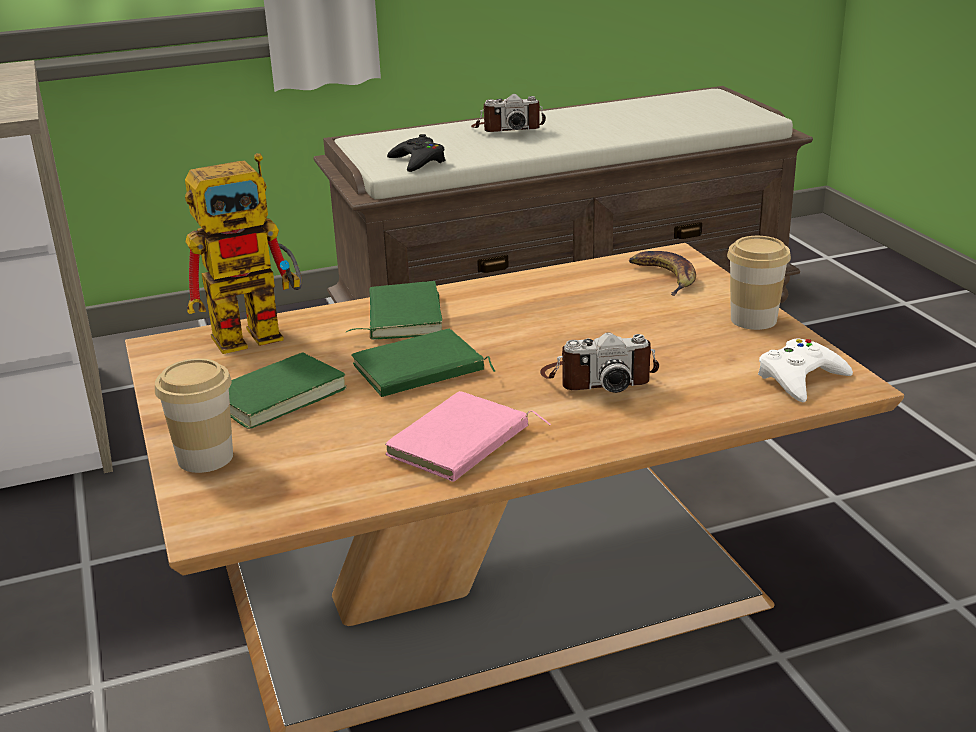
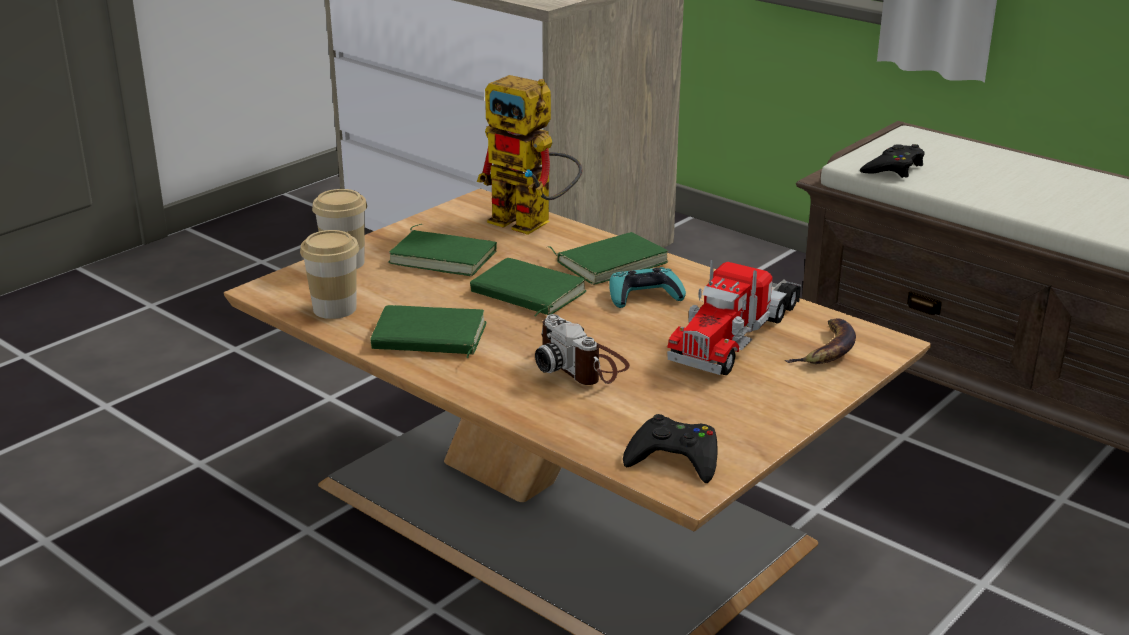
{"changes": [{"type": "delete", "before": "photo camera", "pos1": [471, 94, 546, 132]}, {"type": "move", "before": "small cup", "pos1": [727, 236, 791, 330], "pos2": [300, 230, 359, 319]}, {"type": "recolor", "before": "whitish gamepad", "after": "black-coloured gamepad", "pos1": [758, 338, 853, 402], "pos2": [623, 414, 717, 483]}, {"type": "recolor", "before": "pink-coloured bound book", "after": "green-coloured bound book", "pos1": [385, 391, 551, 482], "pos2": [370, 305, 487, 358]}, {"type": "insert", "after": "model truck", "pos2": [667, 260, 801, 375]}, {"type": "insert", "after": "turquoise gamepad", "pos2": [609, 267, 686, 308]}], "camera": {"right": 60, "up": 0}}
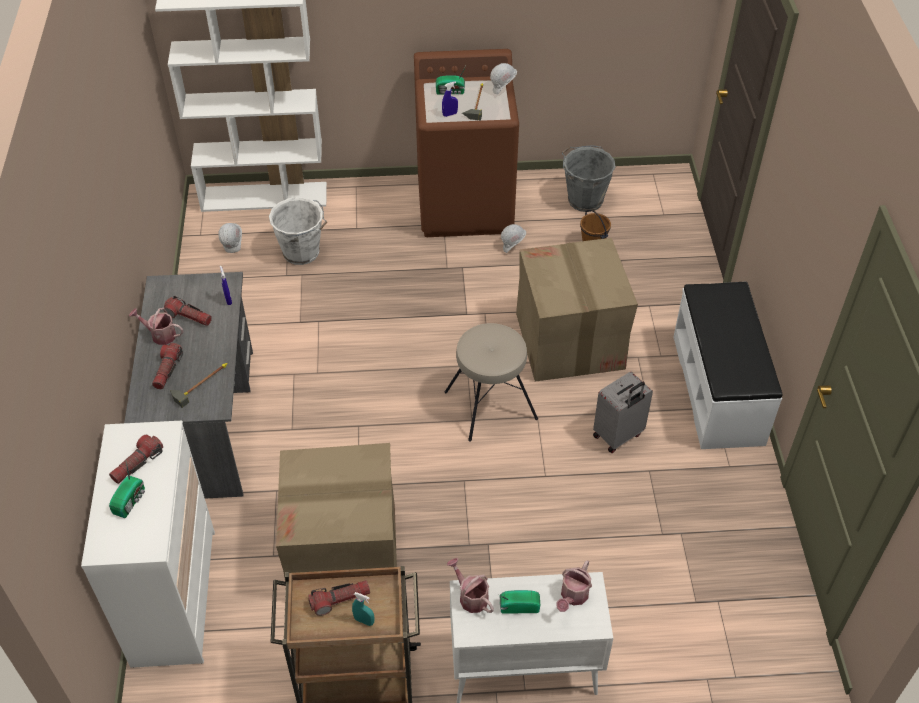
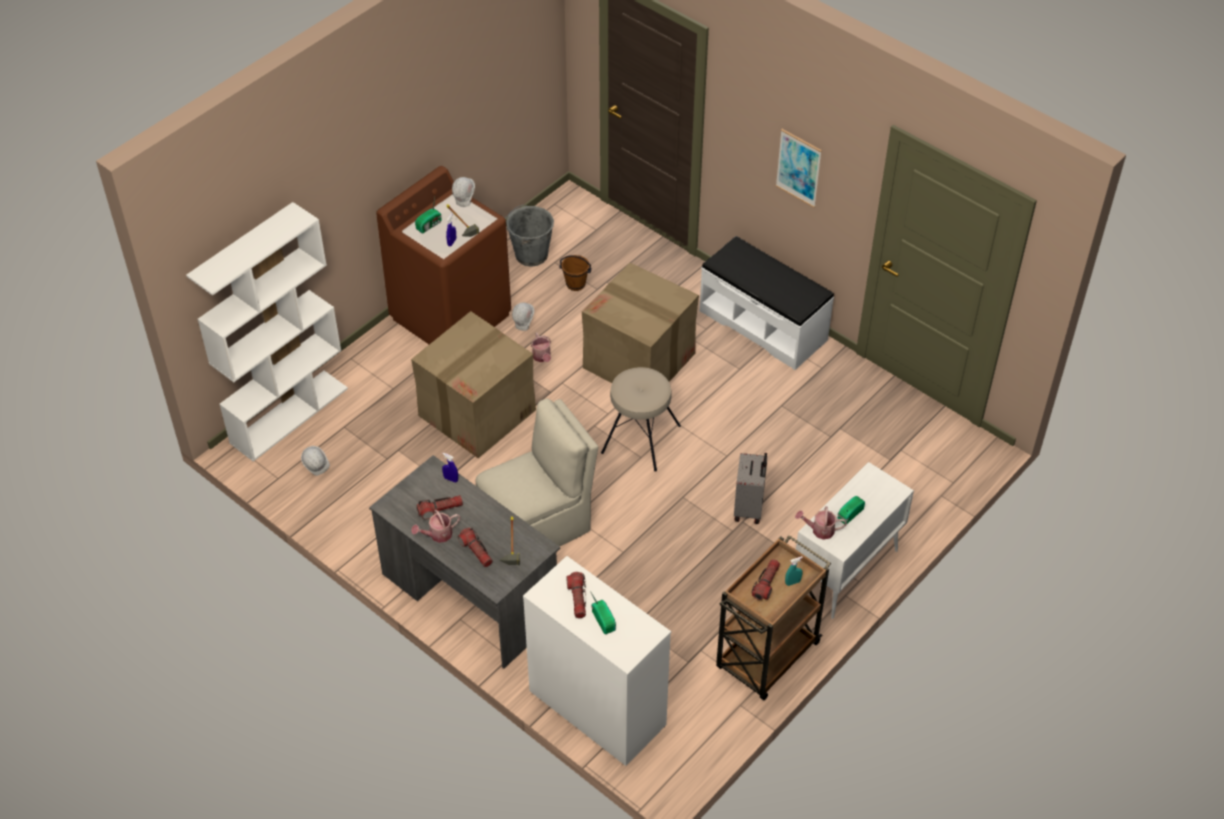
{"changes": [{"type": "delete", "before": "whitish bucket", "pos1": [269, 197, 327, 265]}, {"type": "move", "before": "gray travel case", "pos1": [593, 372, 653, 453], "pos2": [734, 453, 768, 524]}, {"type": "move", "before": "cardboard box", "pos1": [276, 443, 397, 582], "pos2": [411, 311, 536, 458]}, {"type": "move", "before": "sprinkling can", "pos1": [556, 560, 592, 612], "pos2": [531, 332, 551, 362]}, {"type": "insert", "after": "picture", "pos2": [776, 129, 822, 207]}, {"type": "insert", "after": "beige-coloured chair", "pos2": [476, 399, 598, 546]}], "camera": {"right": -45, "up": 0}}
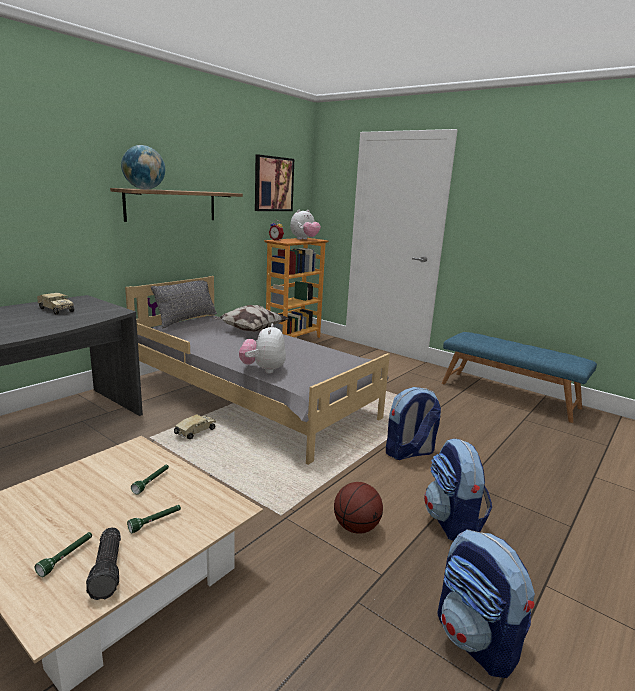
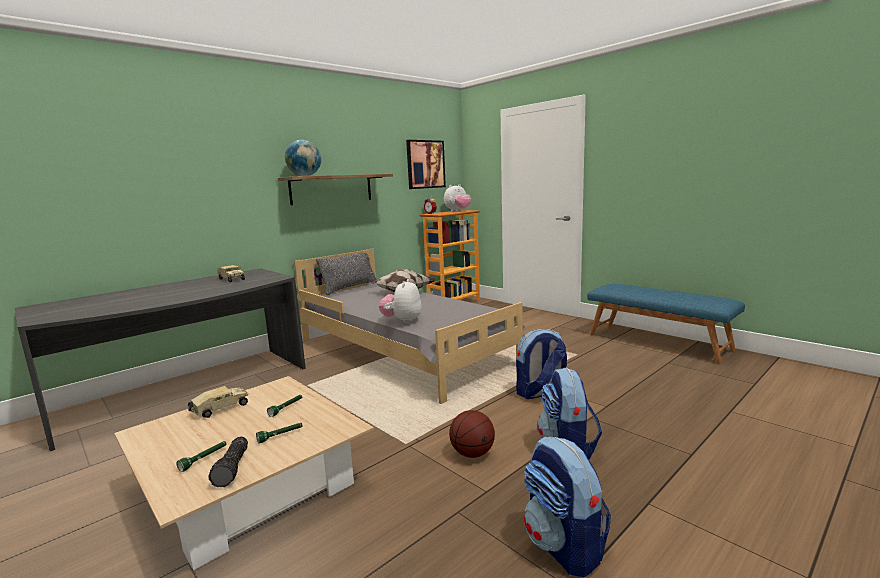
{"changes": [{"type": "move", "before": "model truck", "pos1": [174, 414, 216, 439], "pos2": [188, 386, 248, 418]}], "camera": {"right": 10, "up": -5}}
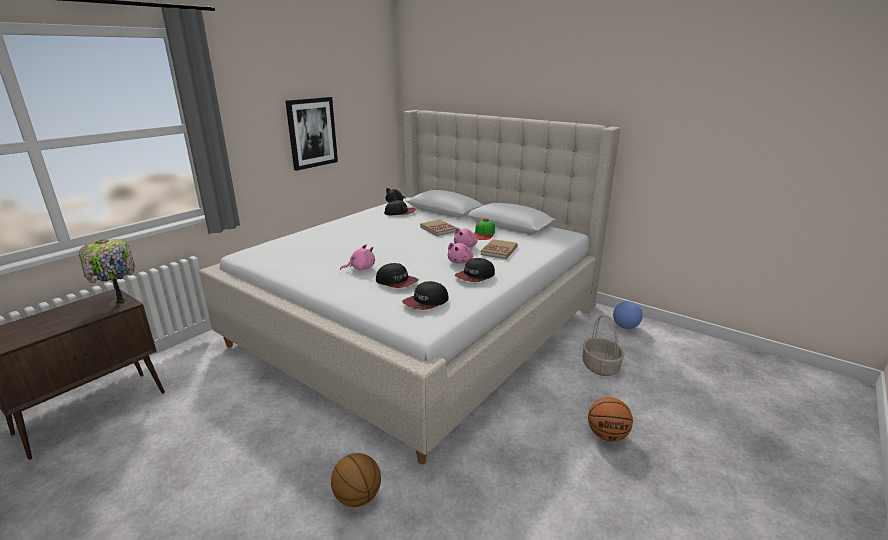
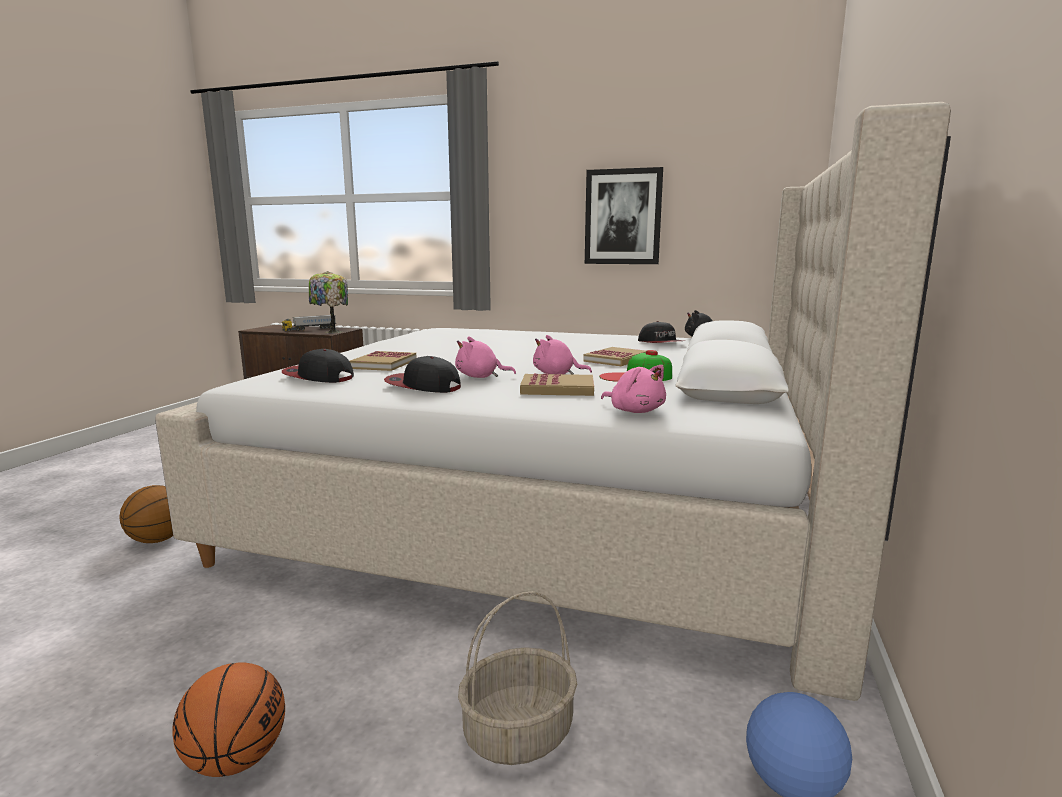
{"changes": [{"type": "move", "before": "pink-coloured soft toy", "pos1": [340, 244, 375, 270], "pos2": [601, 365, 666, 413]}, {"type": "replace", "before": "baseball cap", "after": "bound book", "pos1": [376, 263, 419, 288], "pos2": [350, 351, 416, 371]}, {"type": "insert", "after": "model truck", "pos2": [282, 315, 336, 332]}], "camera": {"right": 70, "up": -10}}
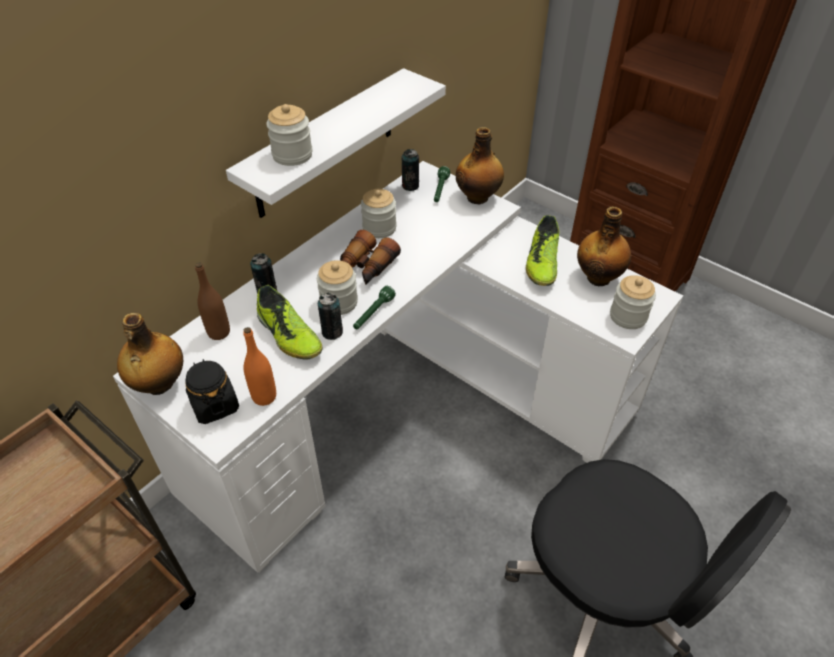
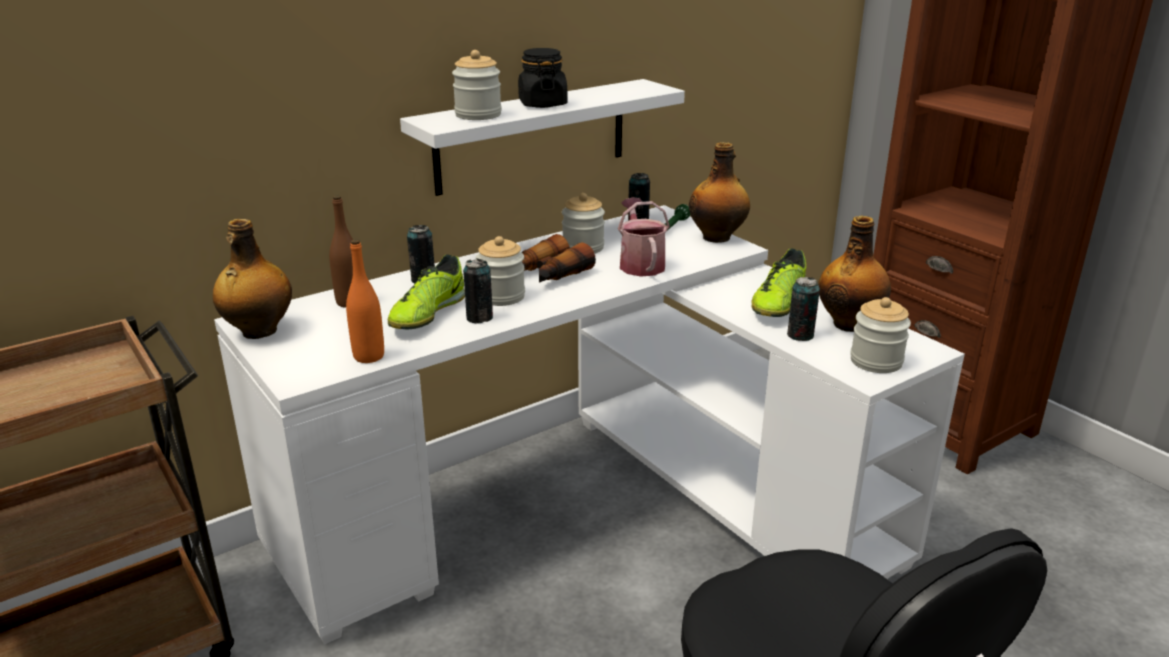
{"changes": [{"type": "rotate", "before": "low shoe", "pos1": [257, 285, 323, 360], "pos2": [388, 254, 465, 329], "turn": 45}, {"type": "delete", "before": "green-coloured torch", "pos1": [353, 286, 396, 329]}, {"type": "move", "before": "black-coloured jar", "pos1": [185, 359, 239, 424], "pos2": [518, 48, 568, 108]}, {"type": "insert", "after": "sprinkling can", "pos2": [618, 197, 670, 277]}, {"type": "insert", "after": "can", "pos2": [787, 277, 820, 341]}], "camera": {"right": 15, "up": -20}}
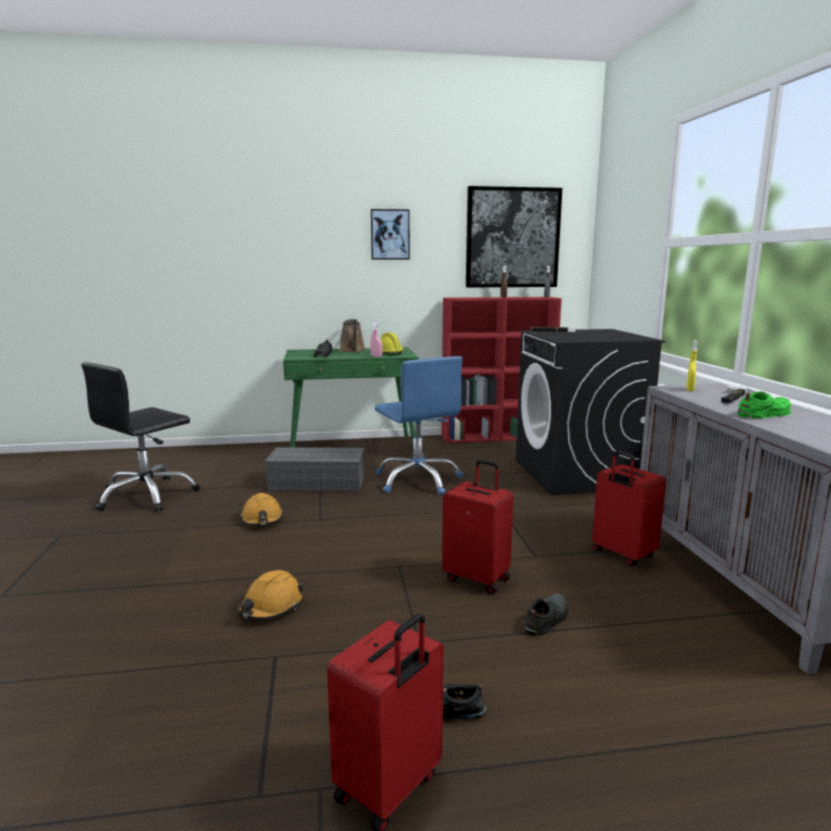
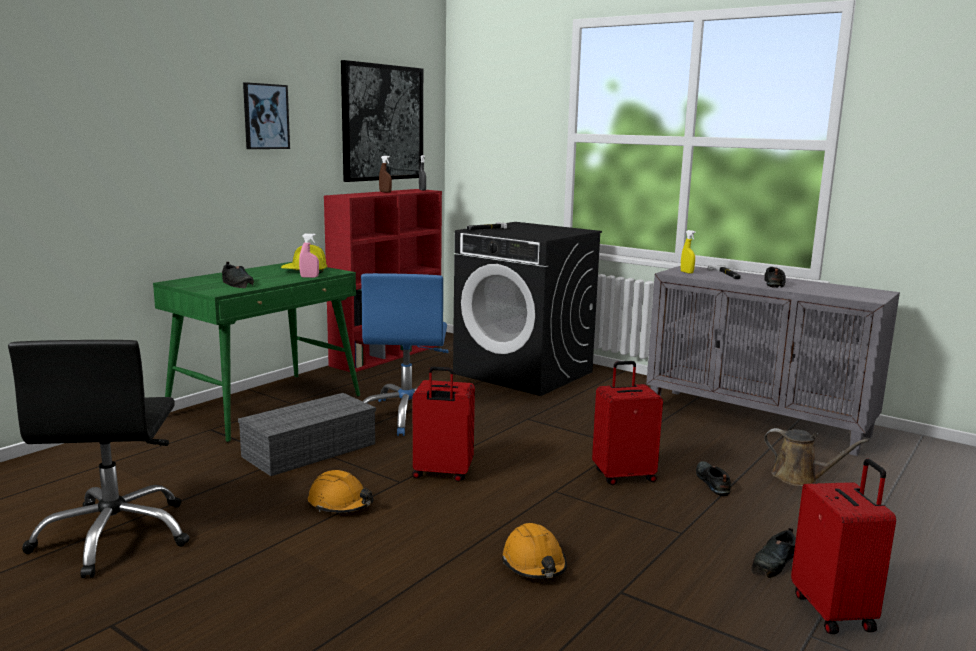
{"changes": [{"type": "move", "before": "brown sprinkling can", "pos1": [339, 319, 366, 352], "pos2": [764, 428, 868, 486]}, {"type": "rotate", "before": "bluish computer chair", "pos1": [375, 356, 463, 495], "pos2": [361, 273, 449, 436], "turn": 75}, {"type": "recolor", "before": "green-coloured low shoe", "after": "black-coloured low shoe", "pos1": [737, 391, 792, 419], "pos2": [764, 267, 786, 288]}, {"type": "move", "before": "red-coloured travel case", "pos1": [592, 451, 666, 566], "pos2": [412, 367, 475, 482]}], "camera": {"right": -45, "up": 0}}
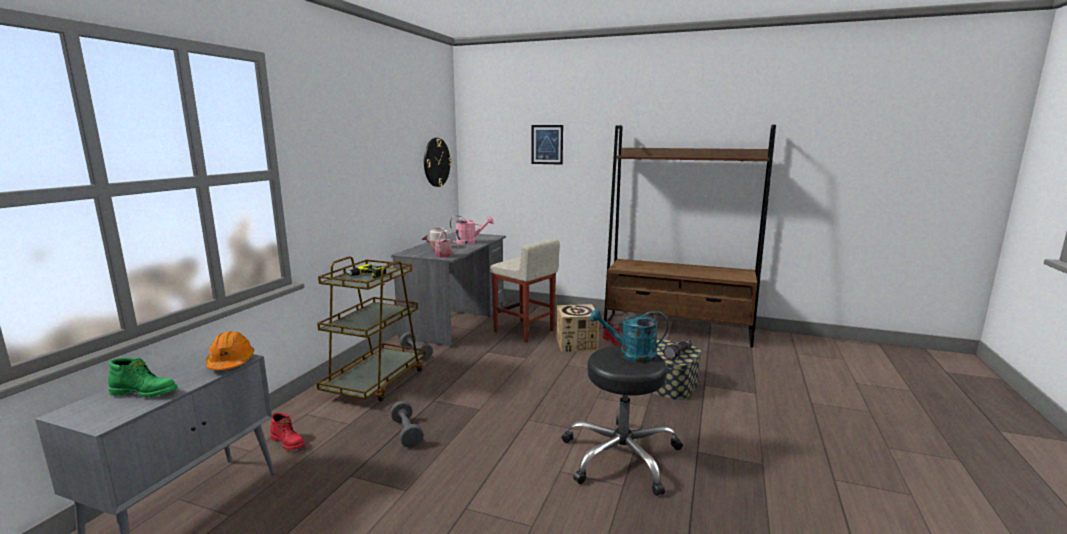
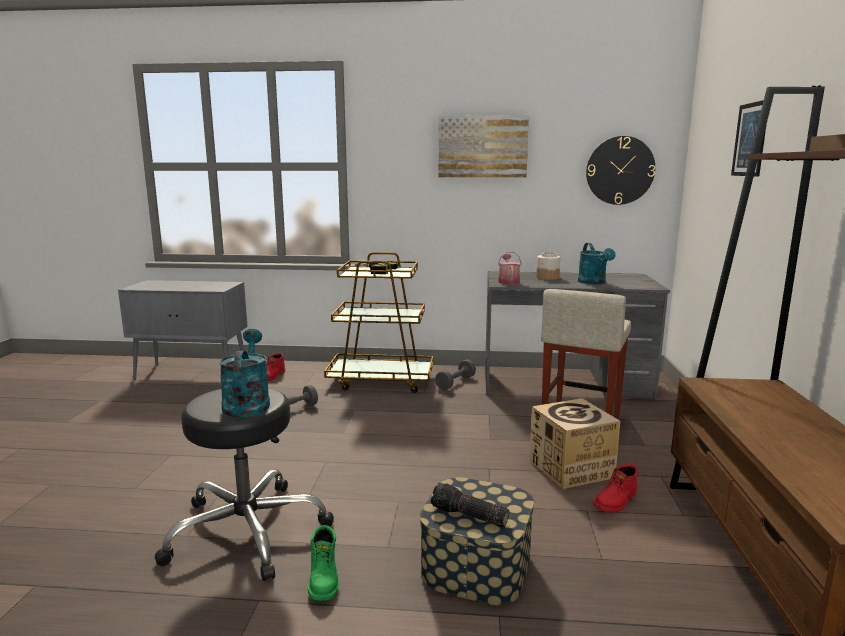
{"changes": [{"type": "recolor", "before": "pink-coloured sprinkling can", "after": "turquoise sprinkling can", "pos1": [450, 216, 494, 244], "pos2": [578, 243, 616, 285]}, {"type": "delete", "before": "orange work helmet", "pos1": [206, 331, 254, 370]}, {"type": "move", "before": "green-coloured boot", "pos1": [108, 358, 178, 398], "pos2": [308, 525, 339, 601]}, {"type": "insert", "after": "picture", "pos2": [439, 115, 529, 178]}], "camera": {"right": 75, "up": 0}}
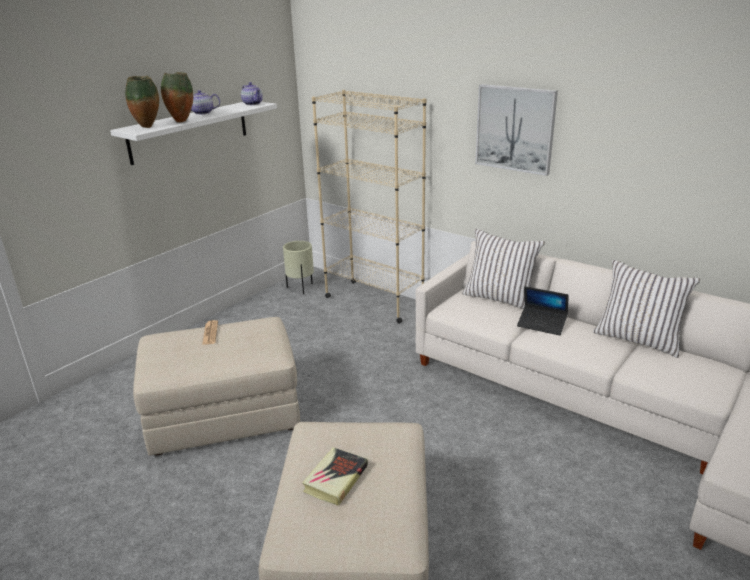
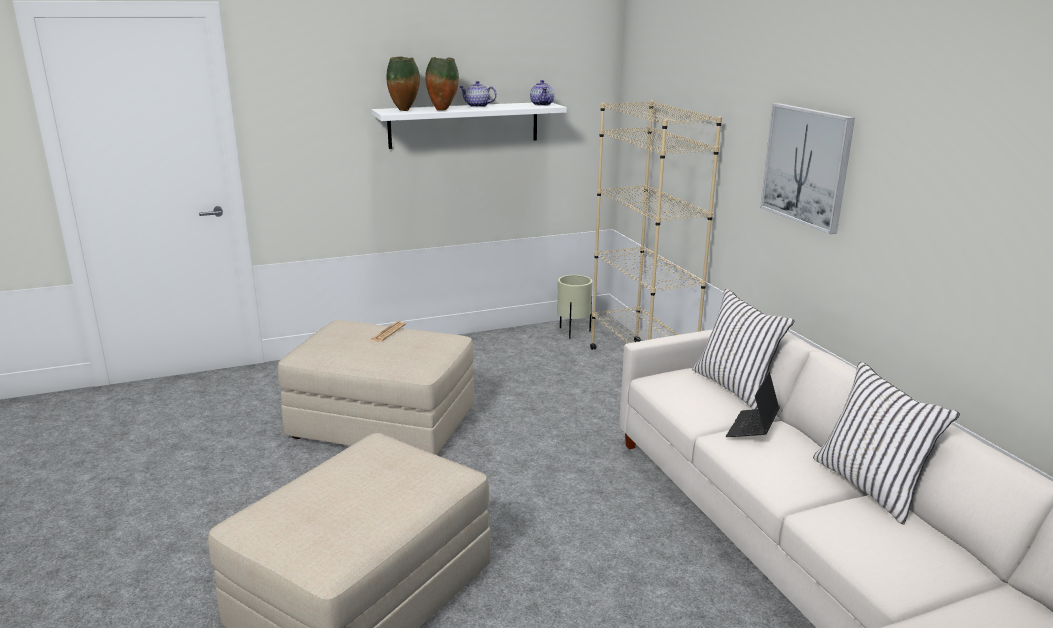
{"changes": [{"type": "rotate", "before": "portable computer", "pos1": [517, 286, 569, 336], "pos2": [726, 372, 780, 437], "turn": 60}, {"type": "delete", "before": "bound book", "pos1": [302, 447, 368, 506]}], "camera": {"right": 30, "up": -5}}
